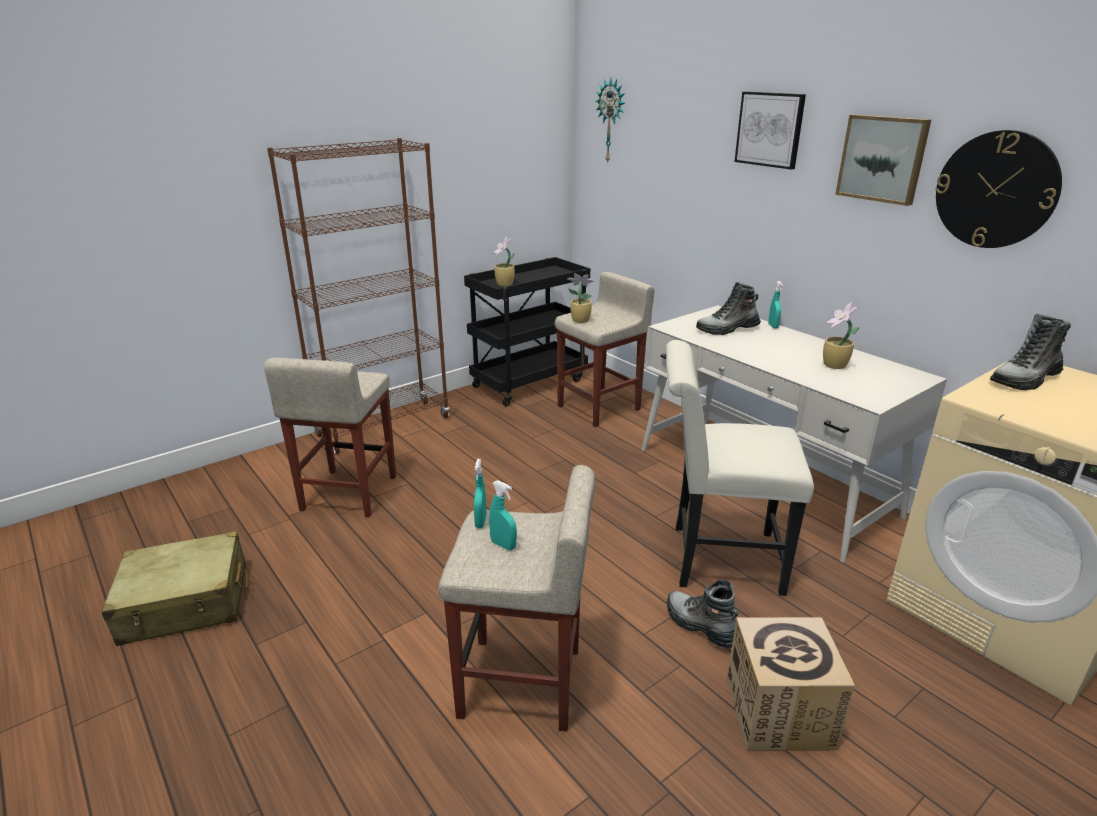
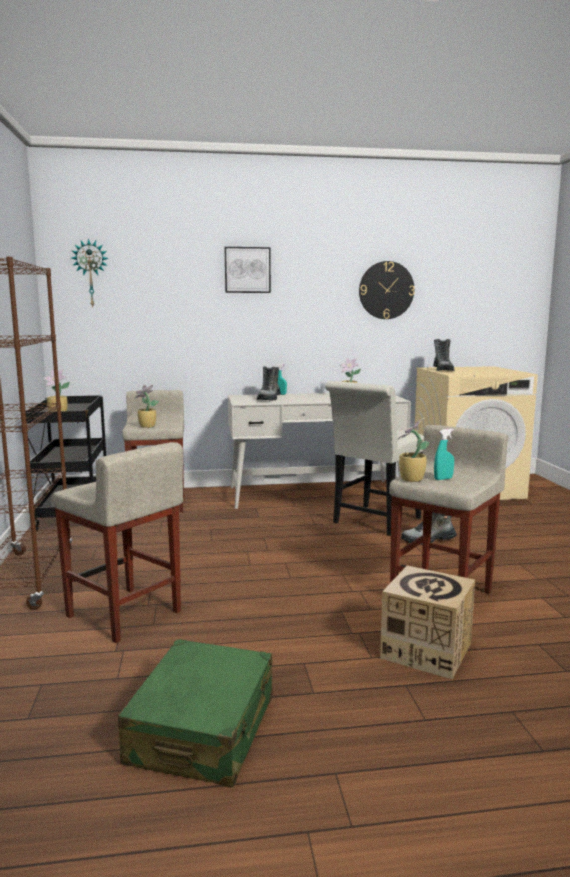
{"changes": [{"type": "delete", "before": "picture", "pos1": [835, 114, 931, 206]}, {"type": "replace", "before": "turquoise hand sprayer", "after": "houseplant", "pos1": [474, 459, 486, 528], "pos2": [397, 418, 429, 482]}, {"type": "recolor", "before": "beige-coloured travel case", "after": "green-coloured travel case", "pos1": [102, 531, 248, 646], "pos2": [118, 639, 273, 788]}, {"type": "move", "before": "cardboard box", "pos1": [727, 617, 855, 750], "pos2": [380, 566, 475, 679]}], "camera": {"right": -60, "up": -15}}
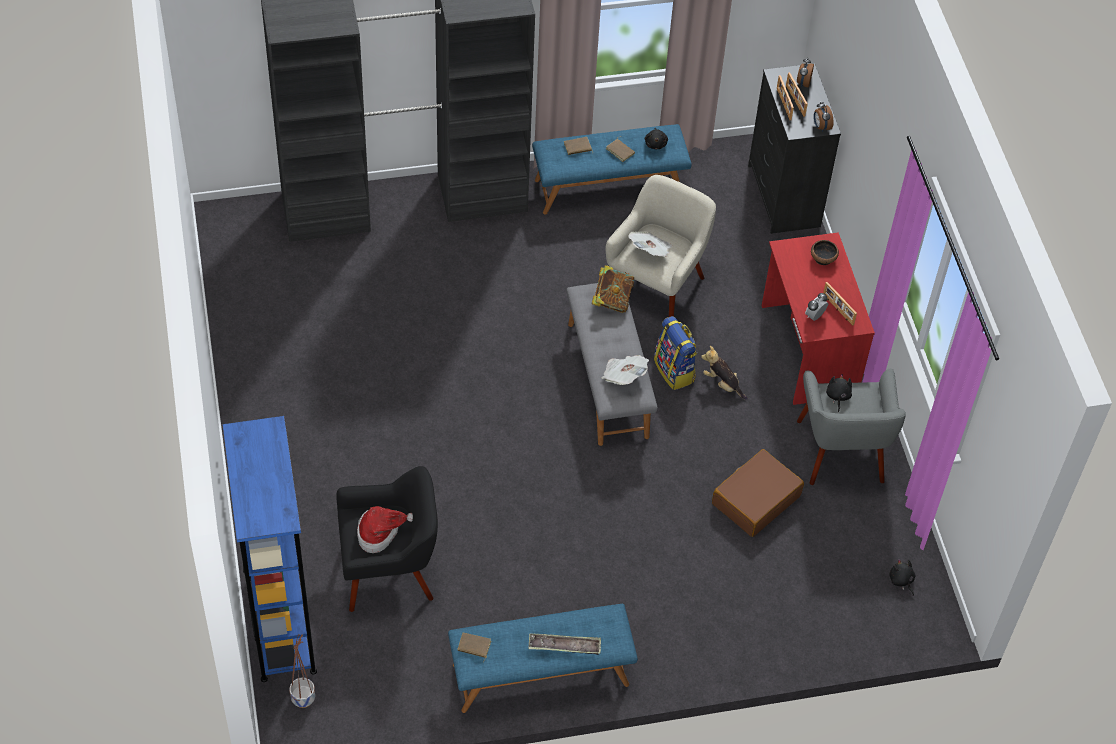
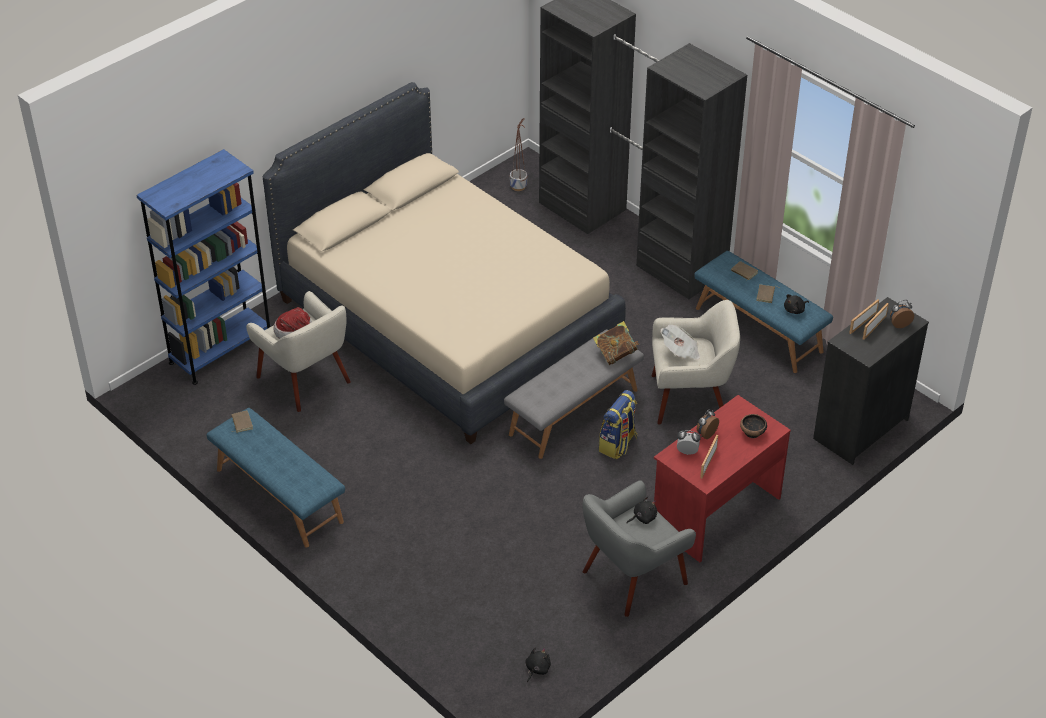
{"changes": [{"type": "move", "before": "alarm clock", "pos1": [814, 102, 834, 132], "pos2": [697, 409, 719, 439]}, {"type": "delete", "before": "soft toy", "pos1": [701, 346, 748, 400]}, {"type": "delete", "before": "newspaper", "pos1": [601, 355, 649, 385]}, {"type": "delete", "before": "brown travel case", "pos1": [712, 449, 804, 537]}, {"type": "recolor", "before": "black-coloured easy chair", "after": "beige-coloured easy chair", "pos1": [336, 466, 438, 612], "pos2": [246, 291, 351, 412]}, {"type": "delete", "before": "carrying tray", "pos1": [528, 633, 601, 655]}, {"type": "move", "before": "flower pot", "pos1": [289, 634, 315, 708], "pos2": [510, 118, 527, 191]}, {"type": "insert", "after": "beige-coloured bedroom bed", "pos2": [263, 82, 626, 444]}], "camera": {"right": 60, "up": -10}}
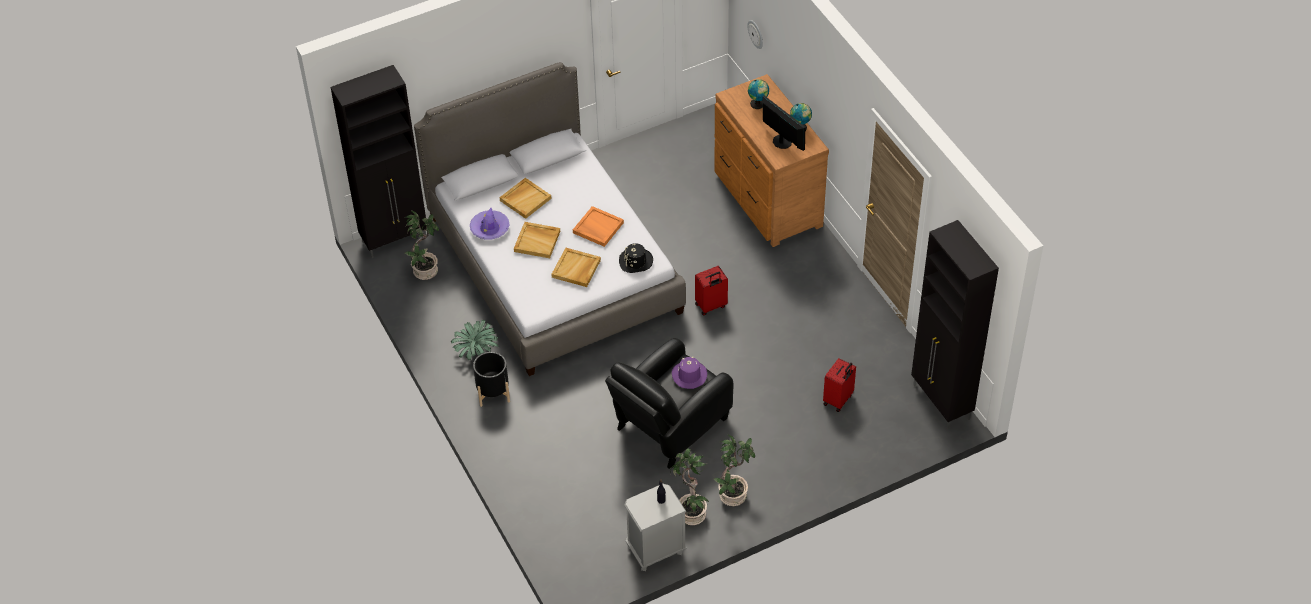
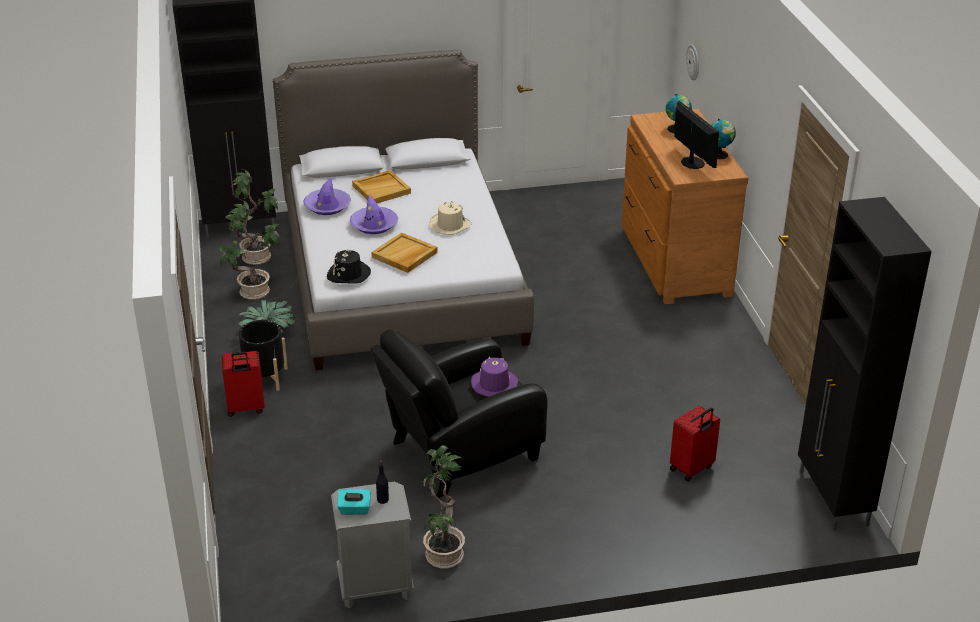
{"changes": [{"type": "replace", "before": "orange carrying tray", "after": "beige-coloured hat", "pos1": [573, 206, 624, 247], "pos2": [429, 201, 471, 235]}, {"type": "replace", "before": "beige-coloured carrying tray", "after": "purple-coloured hat", "pos1": [514, 222, 560, 258], "pos2": [350, 195, 398, 234]}, {"type": "move", "before": "black-coloured hat", "pos1": [619, 243, 653, 273], "pos2": [327, 249, 371, 284]}, {"type": "move", "before": "red-coloured travel case", "pos1": [695, 266, 728, 316], "pos2": [222, 351, 265, 417]}, {"type": "move", "before": "houseplant", "pos1": [714, 434, 755, 506], "pos2": [219, 200, 280, 300]}, {"type": "insert", "after": "turquoise tissue holder", "pos2": [337, 488, 371, 515]}], "camera": {"right": 15, "up": -15}}
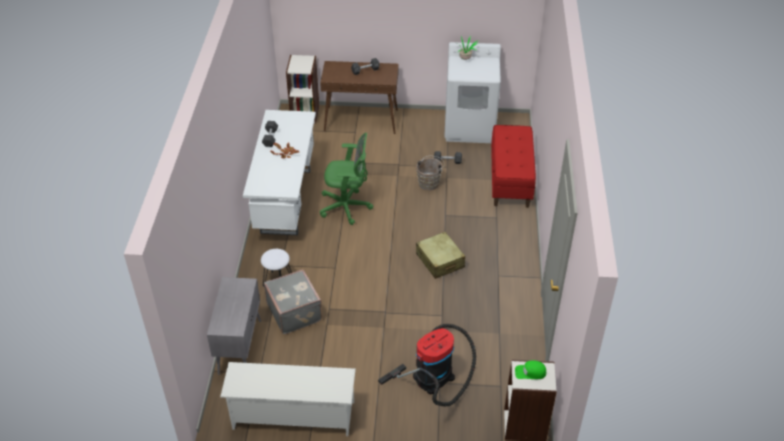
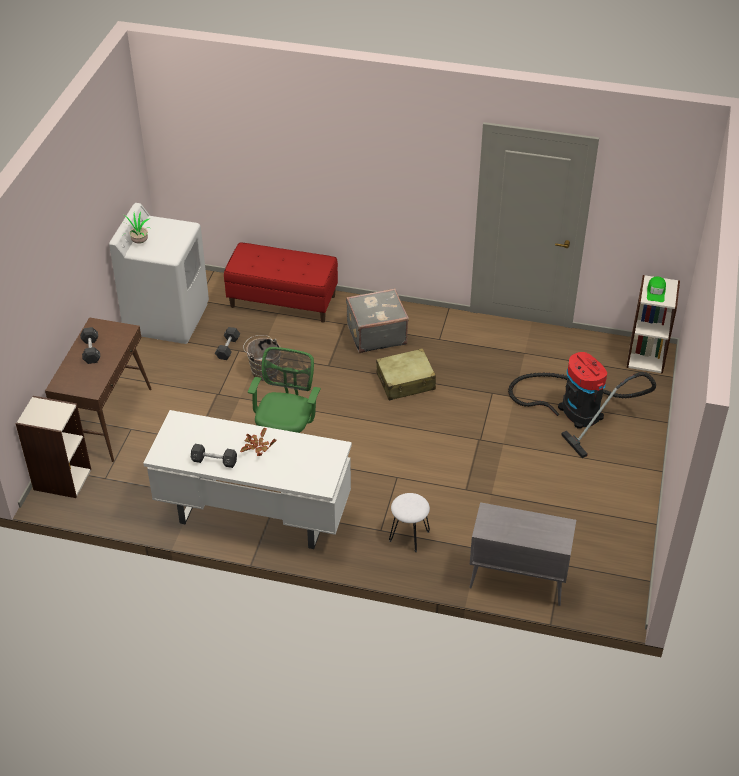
{"changes": [{"type": "move", "before": "gray travel case", "pos1": [264, 269, 322, 334], "pos2": [346, 288, 409, 353]}, {"type": "delete", "before": "whitish shoe stand", "pos1": [220, 362, 356, 436]}], "camera": {"right": -80, "up": 0}}
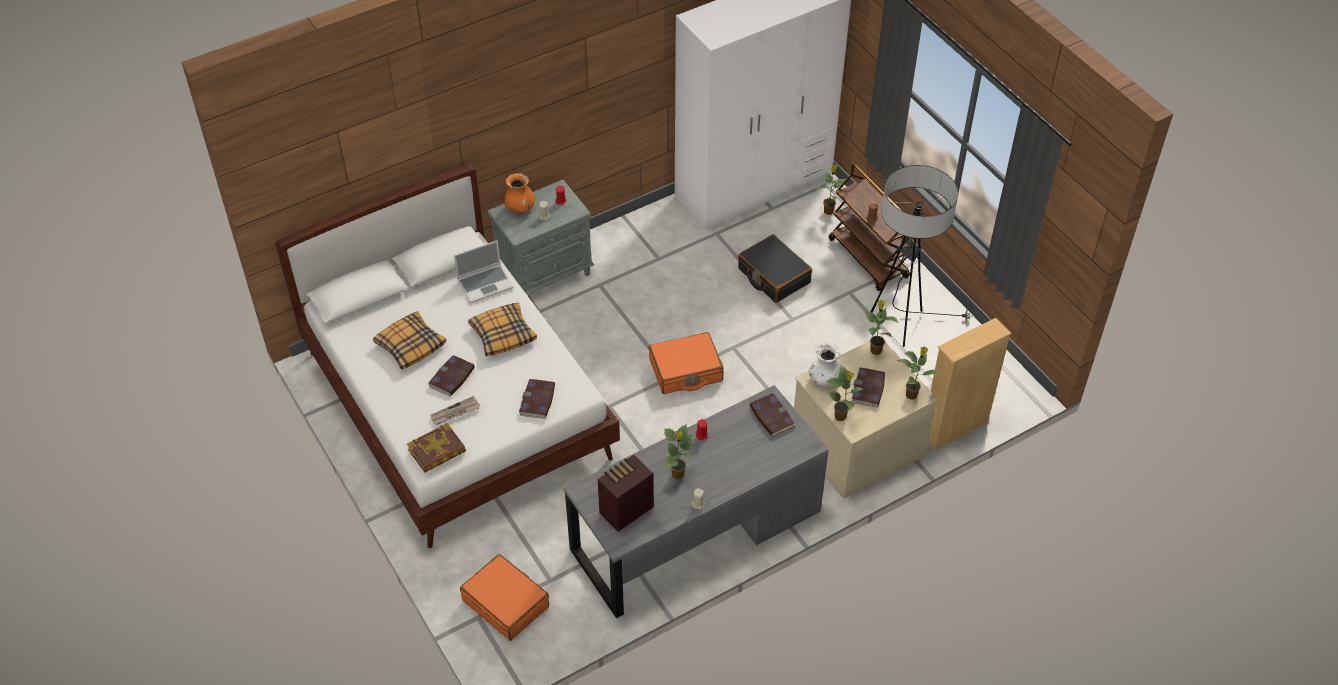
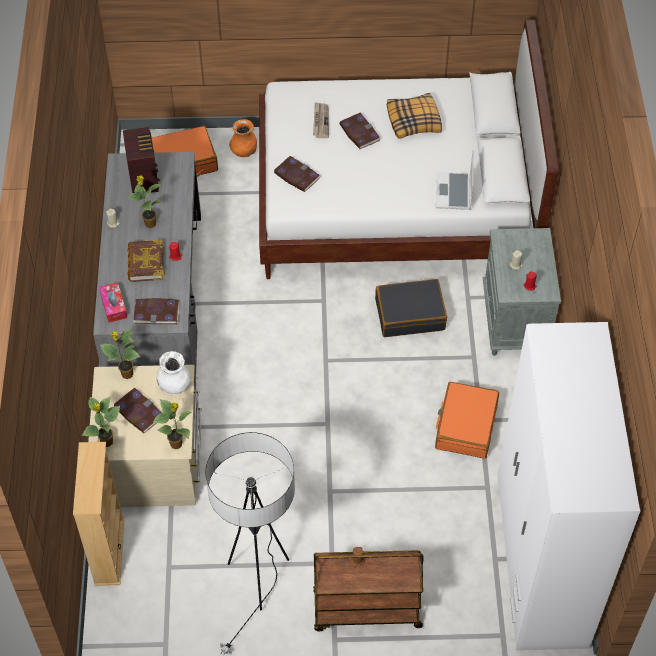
{"changes": [{"type": "delete", "before": "houseplant", "pos1": [817, 164, 846, 215]}, {"type": "move", "before": "orange vase", "pos1": [505, 173, 535, 213], "pos2": [229, 119, 257, 157]}, {"type": "move", "before": "black-coloured travel case", "pos1": [738, 234, 812, 303], "pos2": [375, 279, 447, 337]}, {"type": "delete", "before": "throw pillow", "pos1": [468, 303, 537, 356]}, {"type": "move", "before": "orange travel case", "pos1": [649, 332, 724, 394], "pos2": [435, 382, 499, 459]}, {"type": "move", "before": "bound book", "pos1": [407, 423, 466, 472], "pos2": [128, 240, 165, 282]}, {"type": "insert", "after": "tissue holder", "pos2": [99, 282, 127, 323]}], "camera": {"right": 120, "up": 5}}
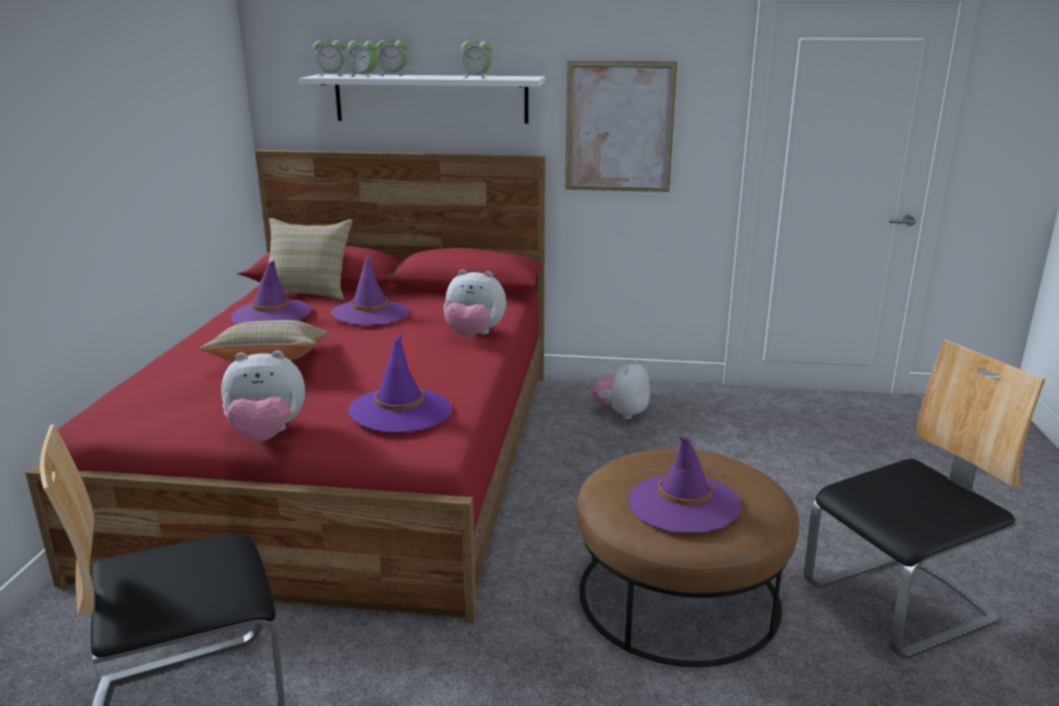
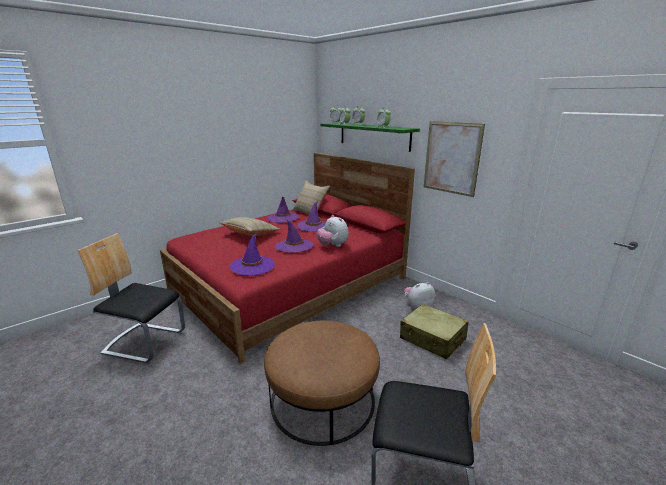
{"changes": [{"type": "recolor", "before": "whitish shelf", "after": "green-coloured shelf", "pos1": [299, 74, 546, 124], "pos2": [320, 123, 420, 152]}, {"type": "delete", "before": "soft toy", "pos1": [221, 351, 305, 441]}, {"type": "move", "before": "purple-coloured hat", "pos1": [628, 437, 742, 533], "pos2": [275, 219, 314, 253]}, {"type": "insert", "after": "beige-coloured travel case", "pos2": [400, 304, 469, 359]}], "camera": {"right": 40, "up": 0}}
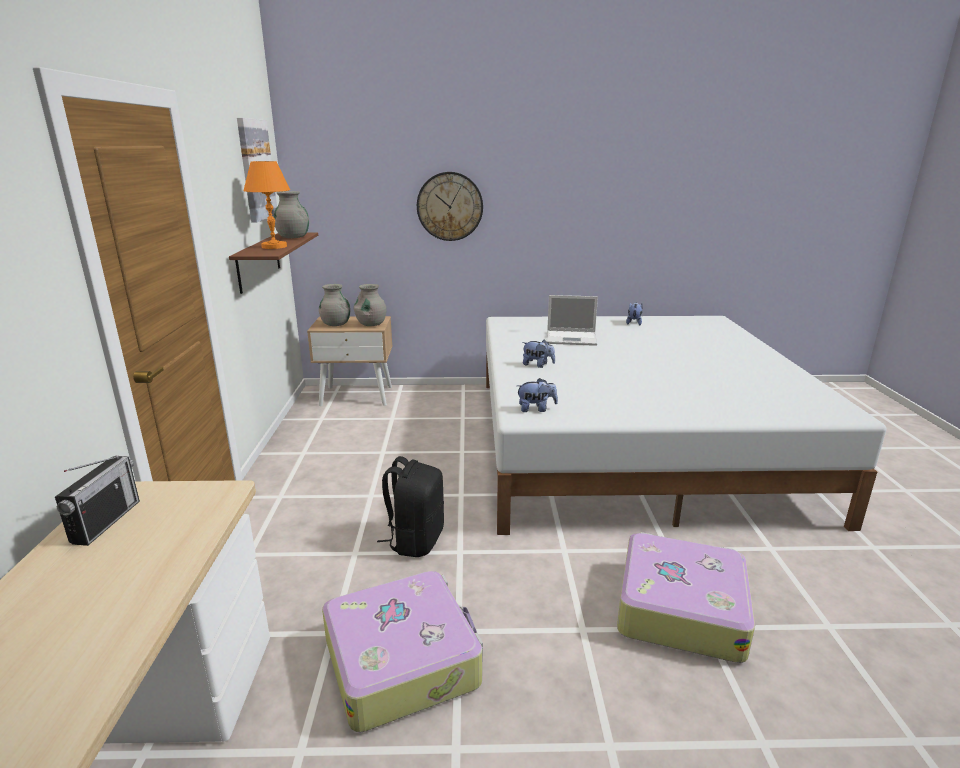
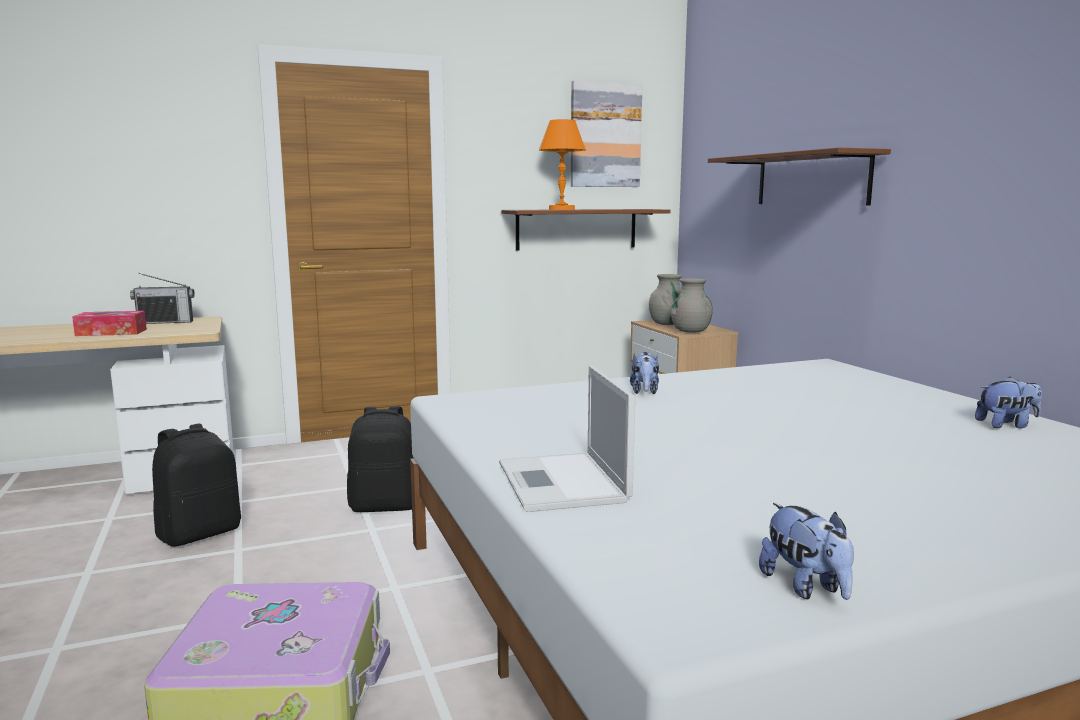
{"changes": [{"type": "replace", "before": "wall clock", "after": "brown shelf", "pos1": [417, 172, 483, 241], "pos2": [708, 148, 891, 205]}, {"type": "delete", "before": "gray vase", "pos1": [273, 191, 309, 238]}, {"type": "move", "before": "portable computer", "pos1": [547, 295, 598, 346], "pos2": [499, 365, 635, 512]}, {"type": "move", "before": "soft toy", "pos1": [517, 378, 558, 412], "pos2": [759, 503, 854, 600]}, {"type": "replace", "before": "travel case", "after": "black-coloured rucksack", "pos1": [322, 571, 483, 733], "pos2": [152, 424, 241, 547]}, {"type": "insert", "after": "tissue holder", "pos2": [72, 311, 147, 336]}], "camera": {"right": 70, "up": -10}}
